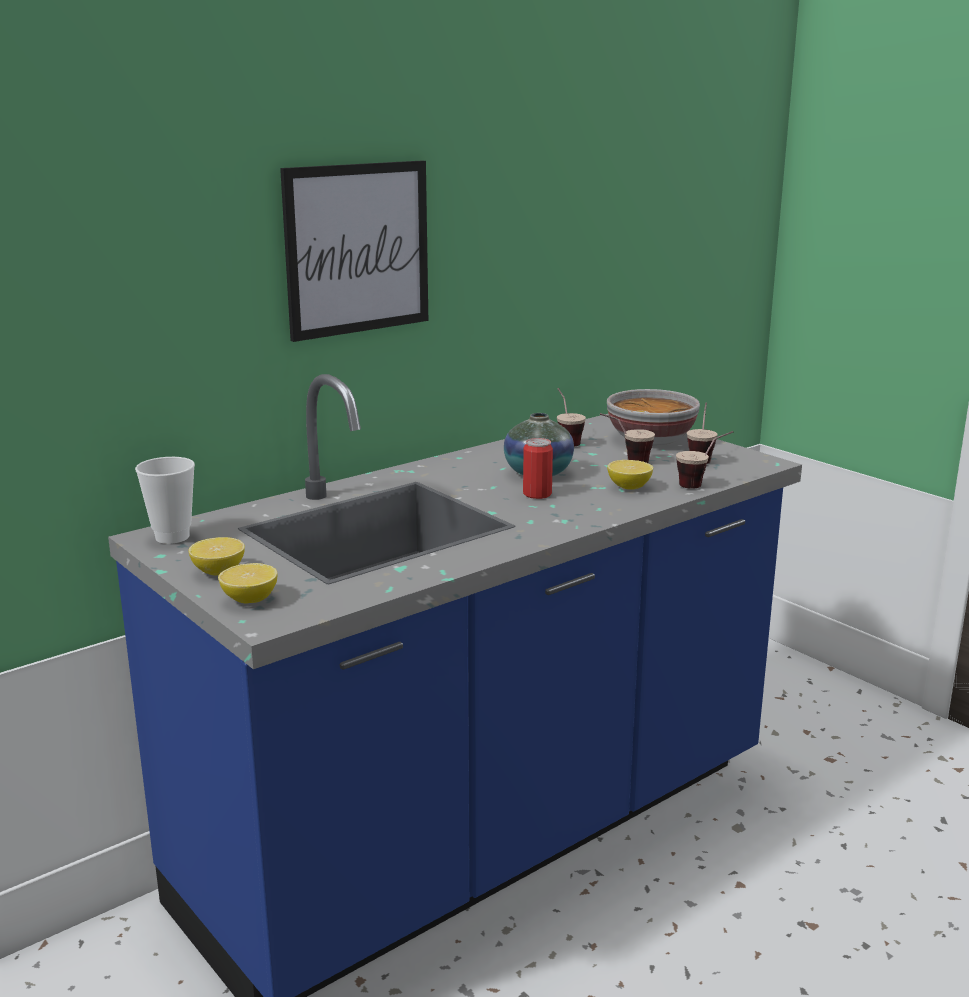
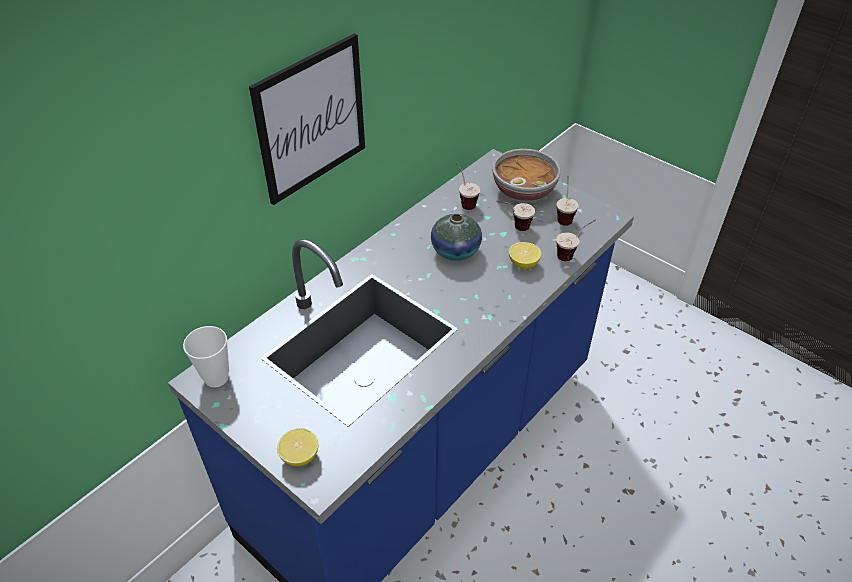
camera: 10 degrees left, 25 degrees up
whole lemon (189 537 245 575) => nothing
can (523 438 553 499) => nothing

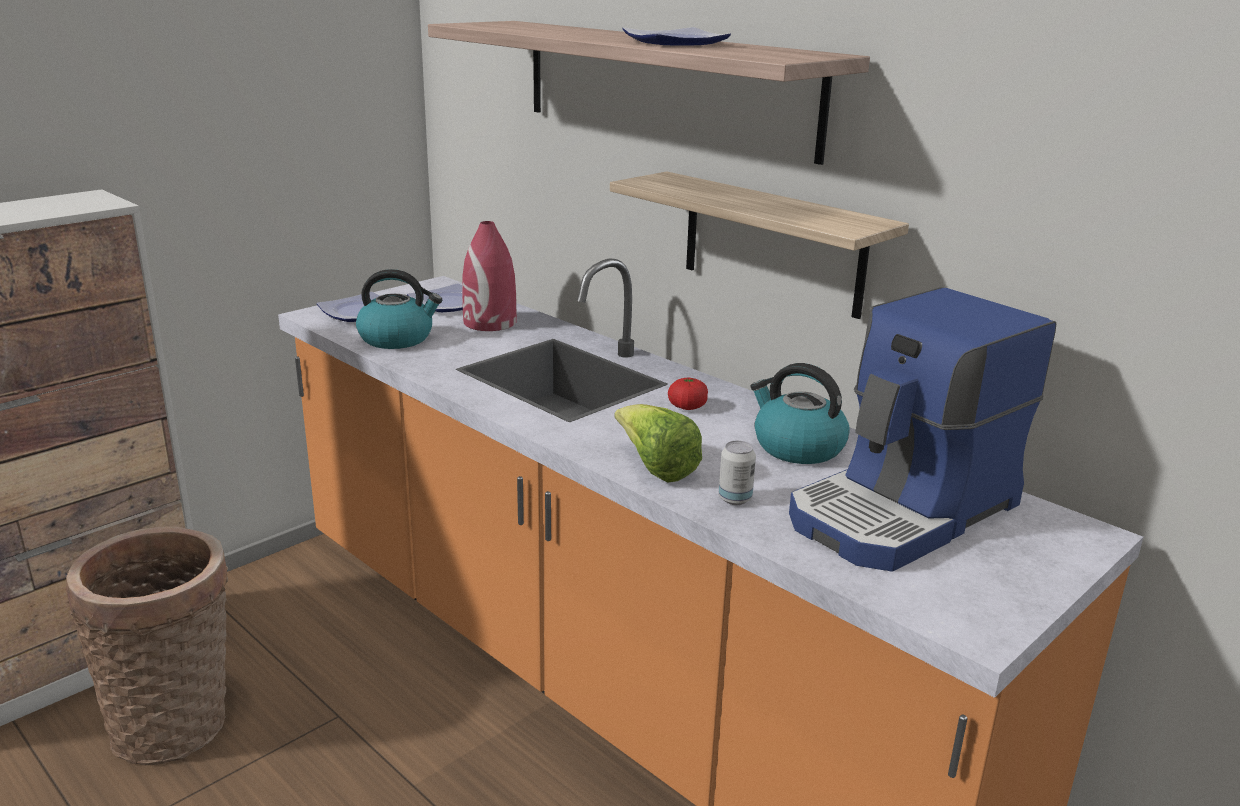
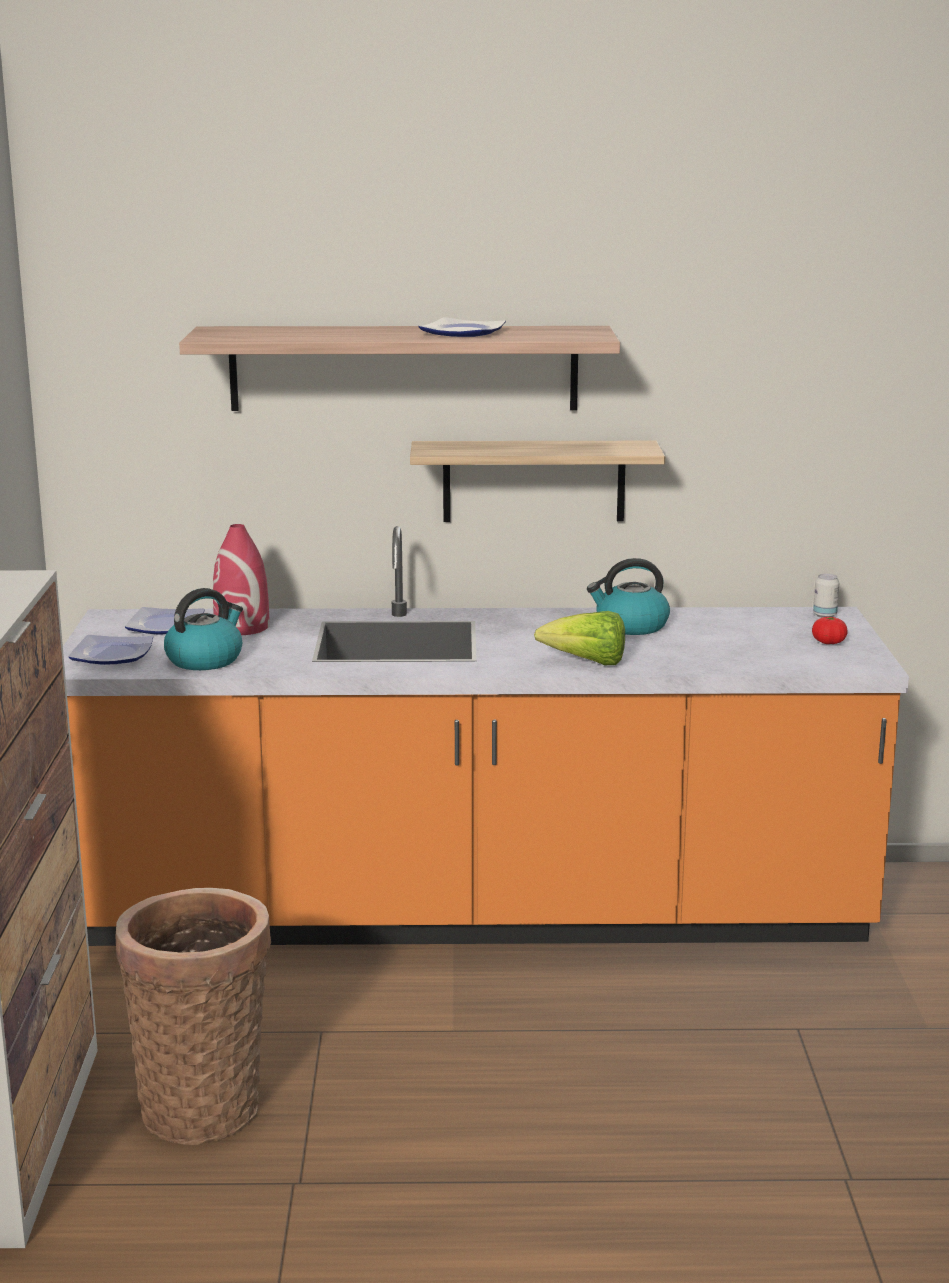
camera: 45 degrees left, 5 degrees down
fresh tomato (668 378 708 410) => fresh tomato (812 617 848 644), shifted
can (718 441 756 505) => can (813 574 839 618), shifted
coffee machine (789 287 1056 571) => nothing

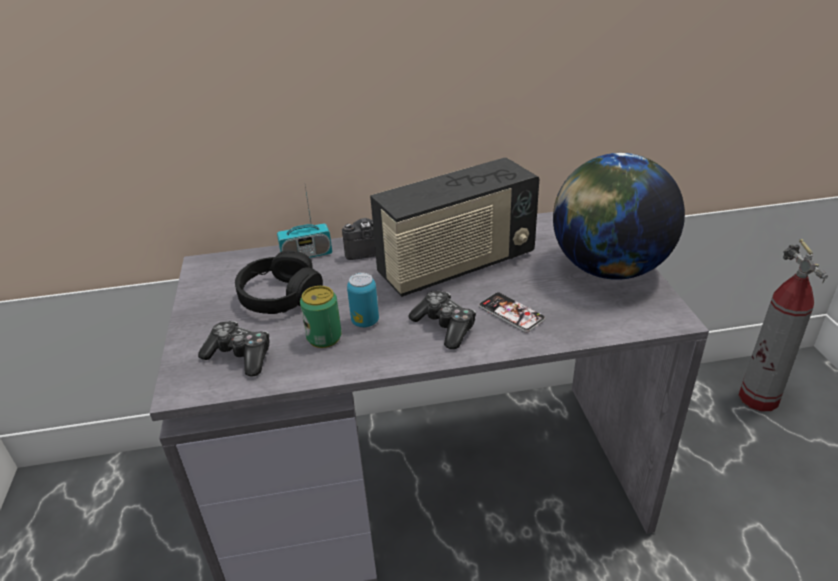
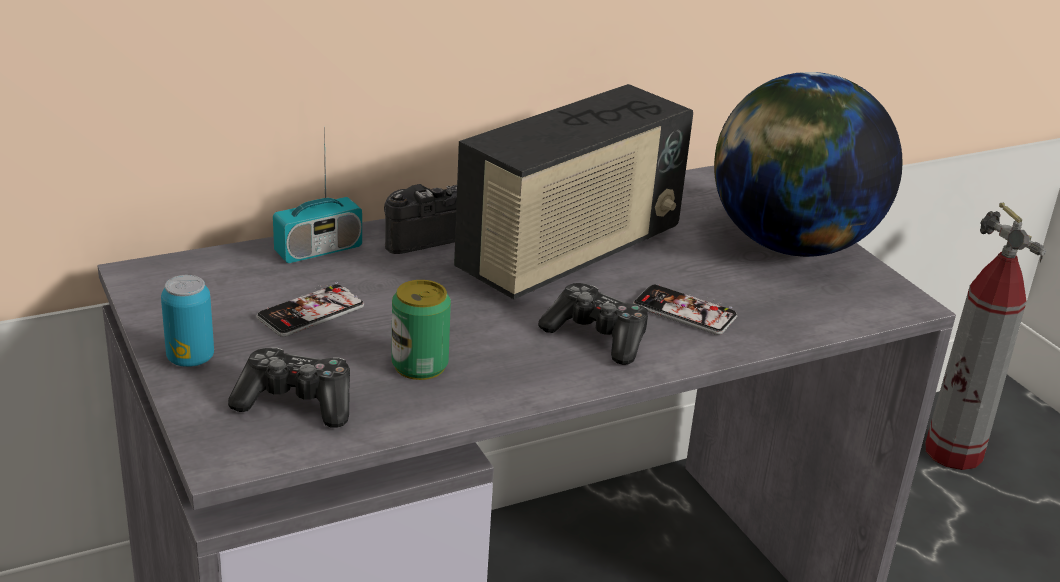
camera: 20 degrees left, 5 degrees down
blackish pair of headphones (235 251 323 314) => telephone (256 282 364 337)
can (347 273 379 327) => can (161 275 214 367), shifted

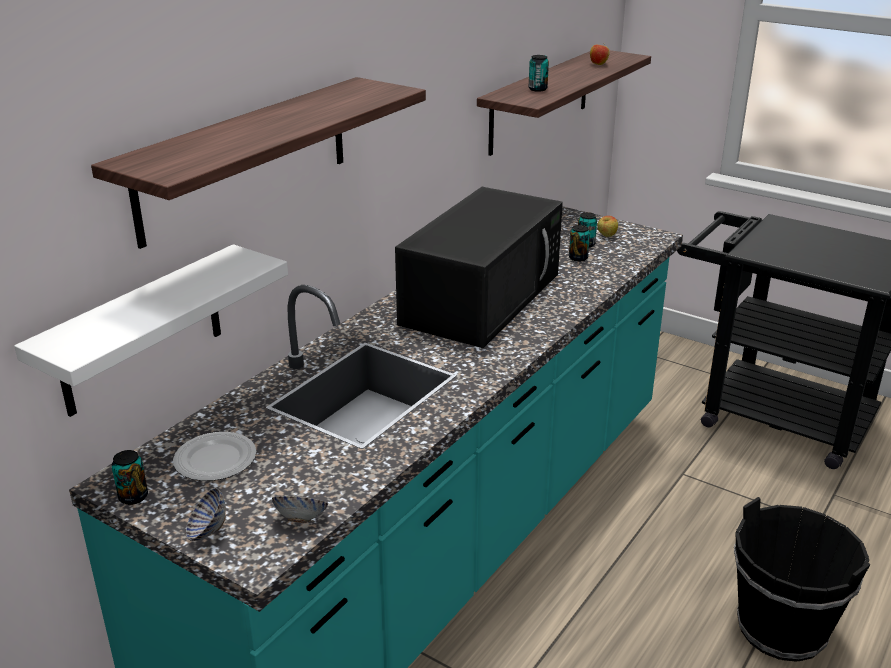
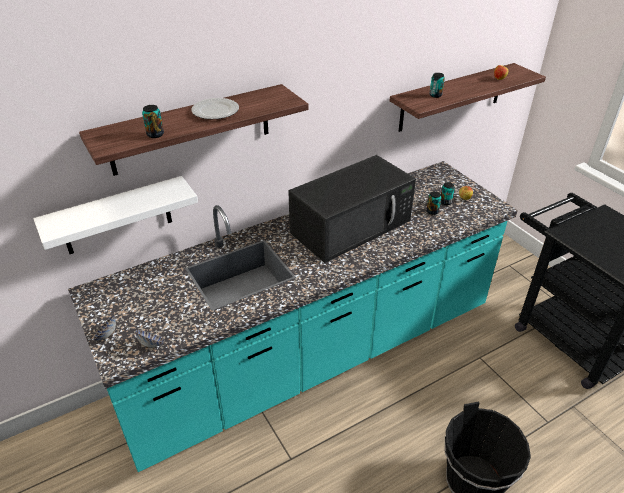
camera: 25 degrees right, 10 degrees up
can (111 450 148 505) => can (142 105 164 138), shifted
plate (173 432 256 481) => plate (191 98 239 119), shifted

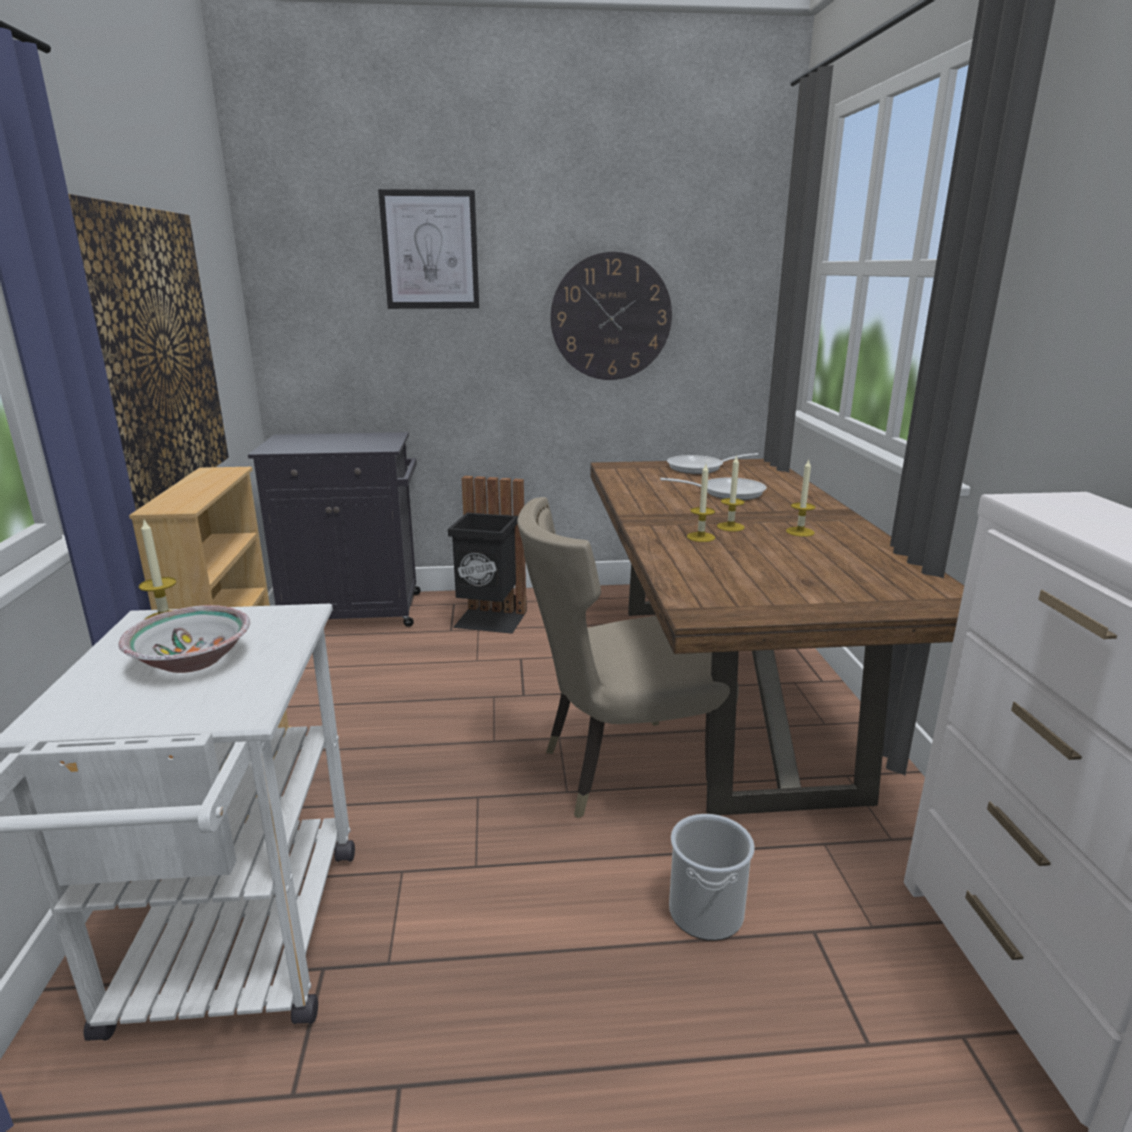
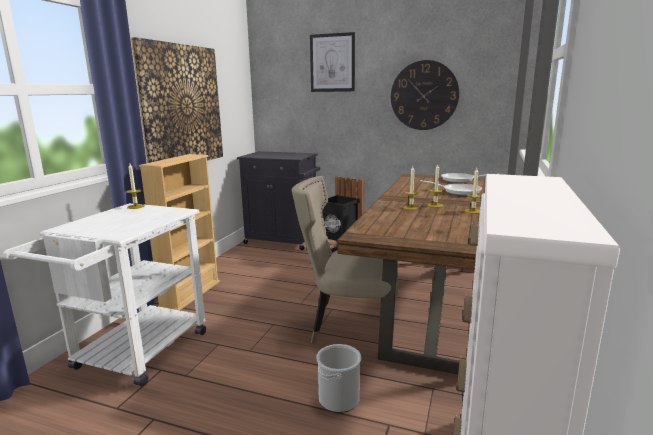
camera: 25 degrees right, 5 degrees down
serving bowl (118 605 250 673) => nothing

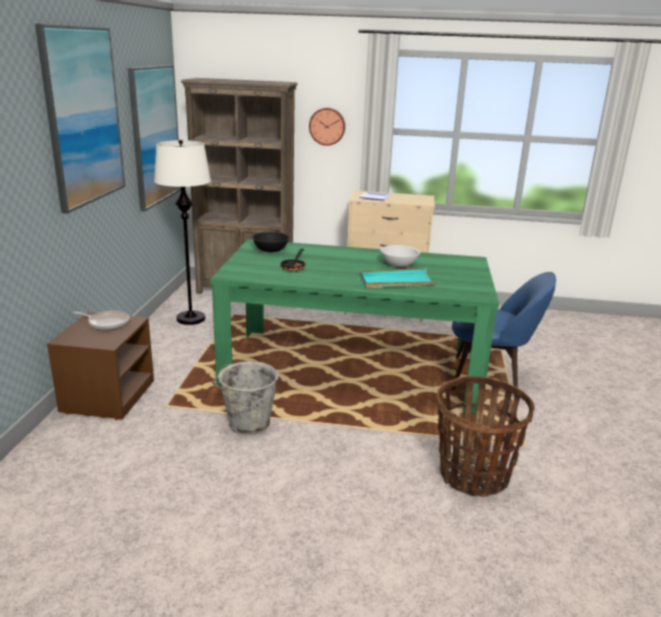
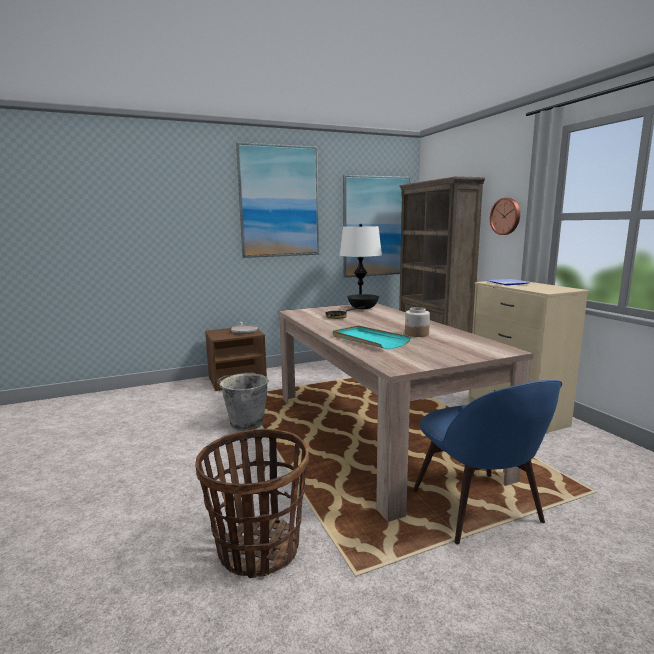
camera: 60 degrees right, 10 degrees down
greenish dinner table (210 239 499 413) => sand-coloured dinner table (278 303 534 522)
white serving bowl (381 245 420 267) => preserve jar (405 307 430 337)

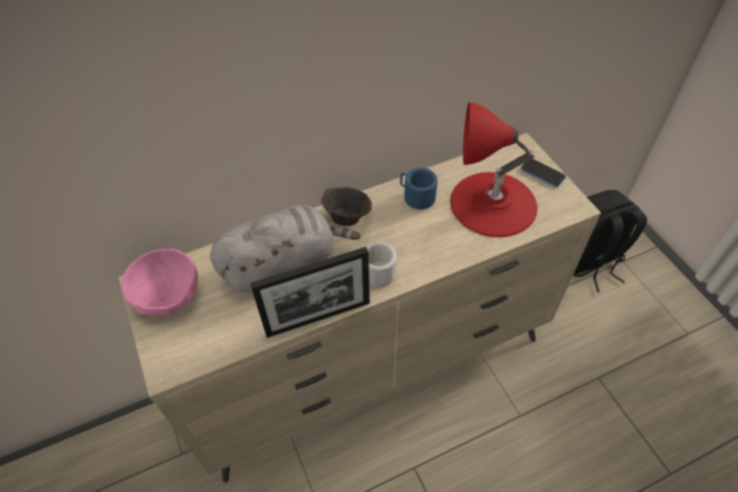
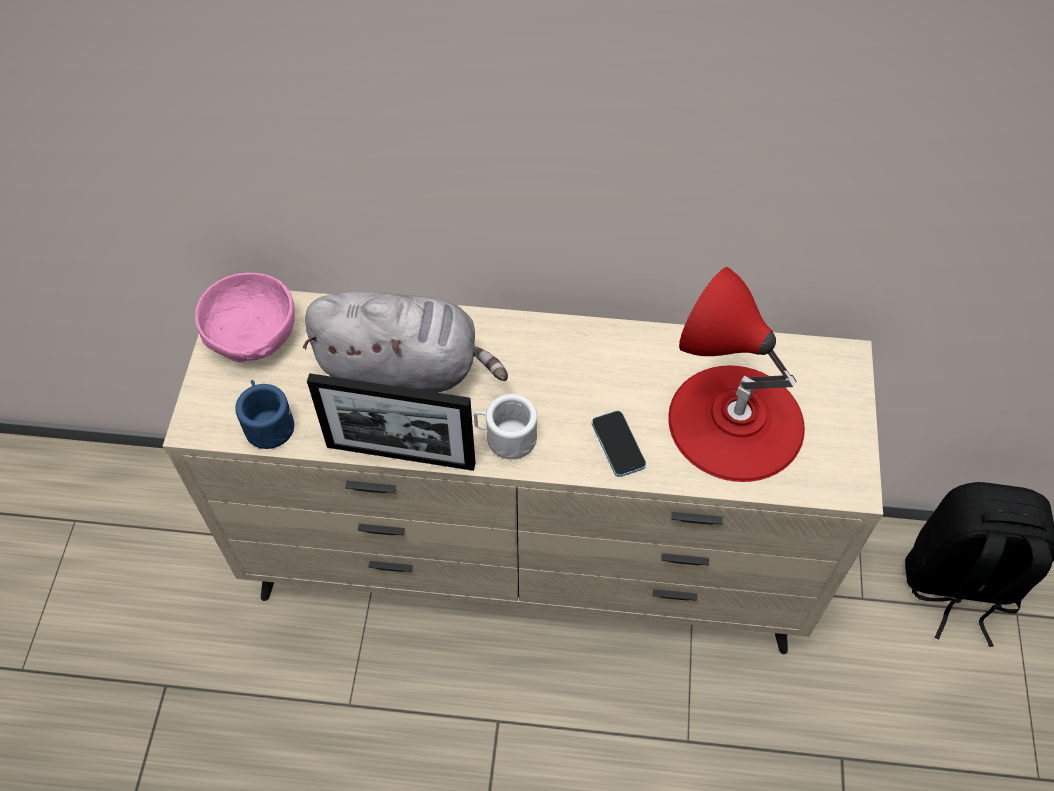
camera: 30 degrees right, 5 degrees up
brown-coloured serving bowl (321 187 372 226) => nothing
blue mug (400 168 438 210) => blue mug (235 380 294 449), shifted
telephone (520 158 566 188) => telephone (592 411 646 477), shifted

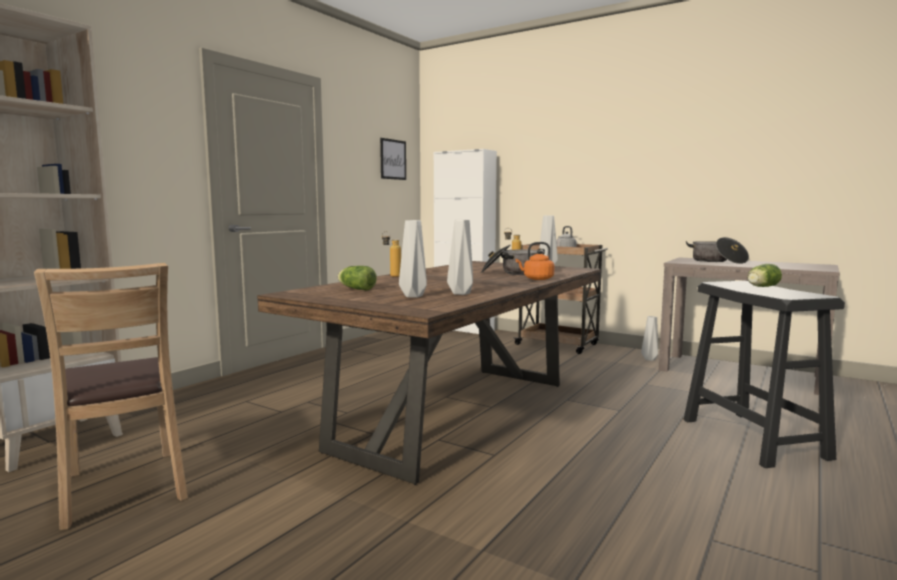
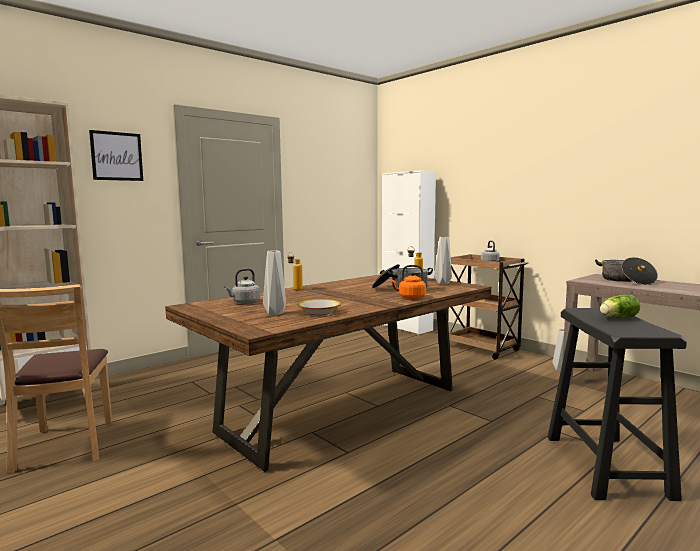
camera: 15 degrees right, 0 degrees up
lettuce head (338 266 377 290) => grey tea kettle (224 268 260 304)
picture (380 138 406 180) => picture (89 130 143 181), shifted
grey decorative vase (447 220 473 295) => serving bowl (298 299 341 315)

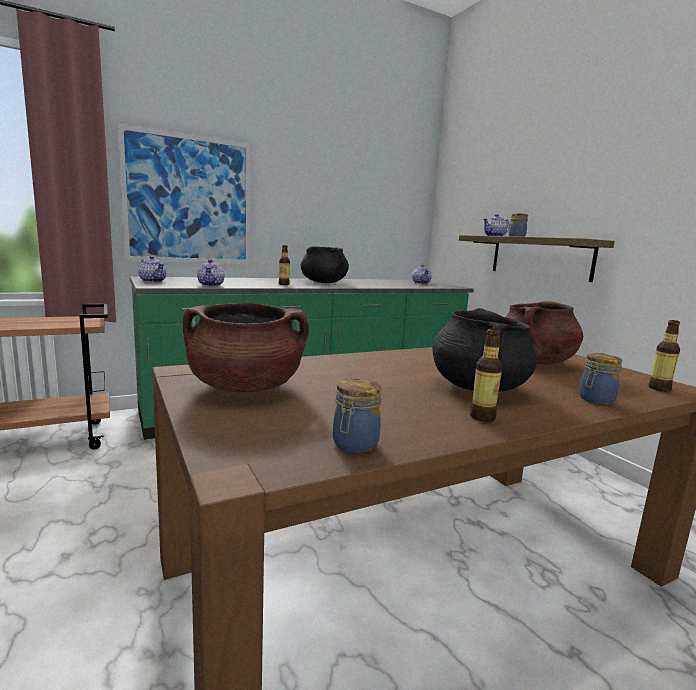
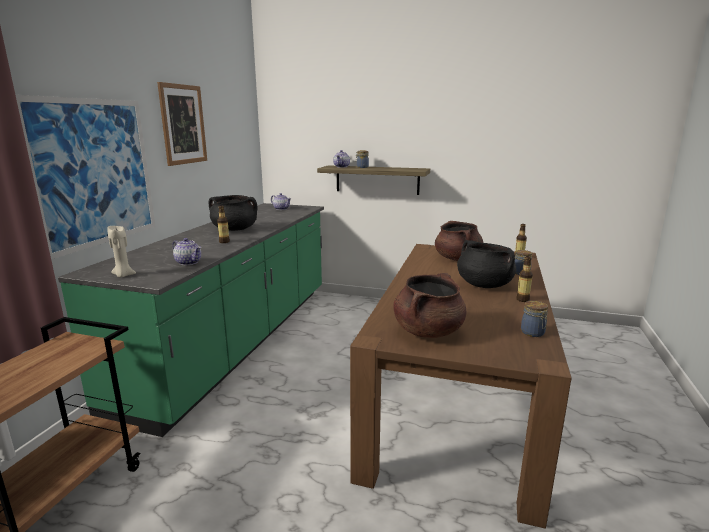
camera: 45 degrees left, 5 degrees up
tea pot (138 256 166 282) => sand-coloured wax light (107 226 136 277)
nothing => picture (157 82 207 166)

